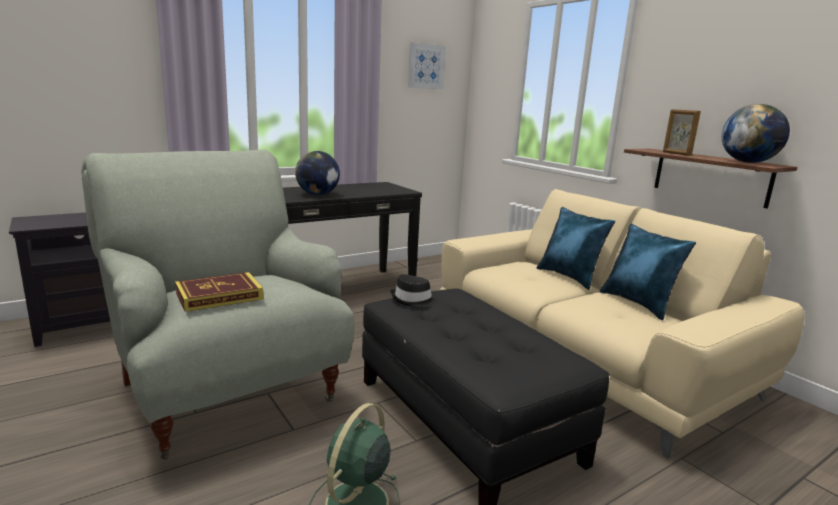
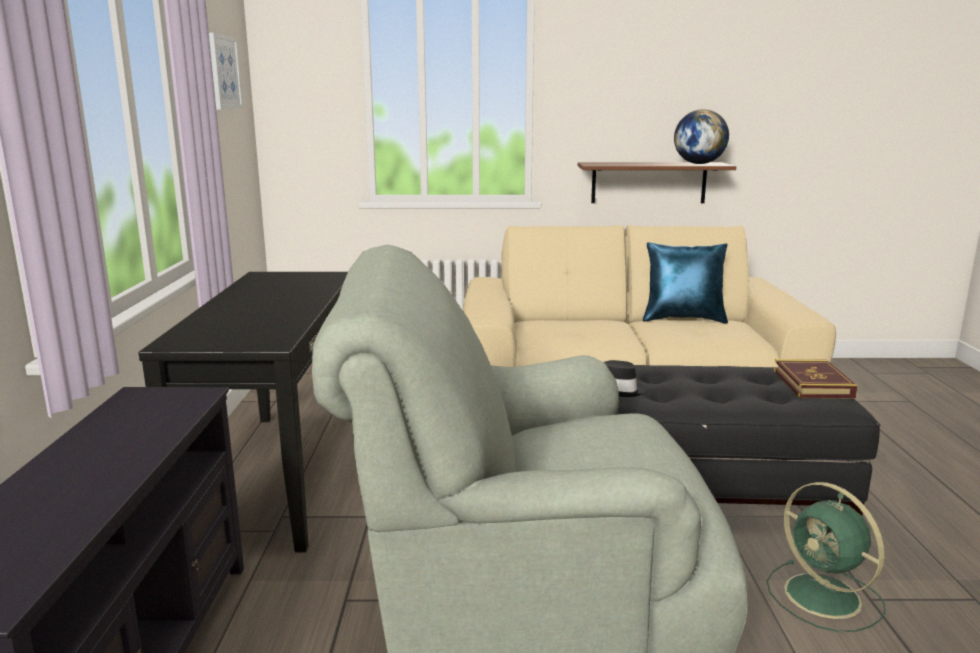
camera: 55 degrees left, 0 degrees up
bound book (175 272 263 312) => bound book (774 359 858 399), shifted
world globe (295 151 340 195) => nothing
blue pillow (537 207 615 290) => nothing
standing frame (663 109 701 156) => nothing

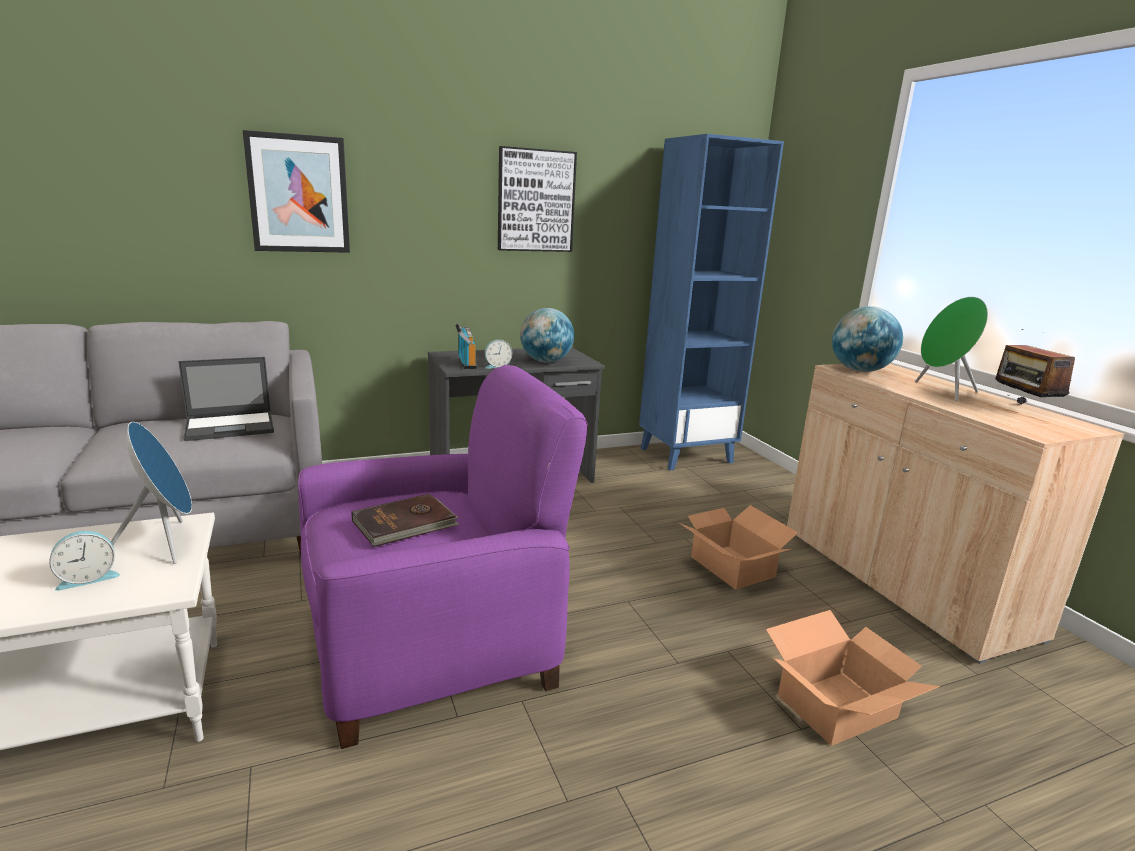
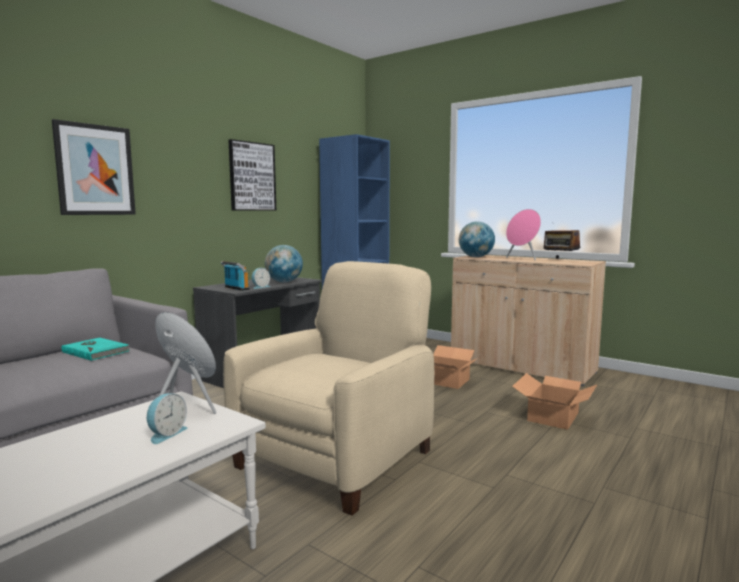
camera: 30 degrees left, 10 degrees down
notebook computer (178 357 274 441) => turquoise bound book (62 338 130 361)
purple-coloured armchair (298 365 587 749) => sand-coloured armchair (223 261 434 516)
brown-coloured bound book (351 494 459 547) => nothing
greenish audio speaker (915 297 988 401) => pink-coloured audio speaker (506 209 541 260)

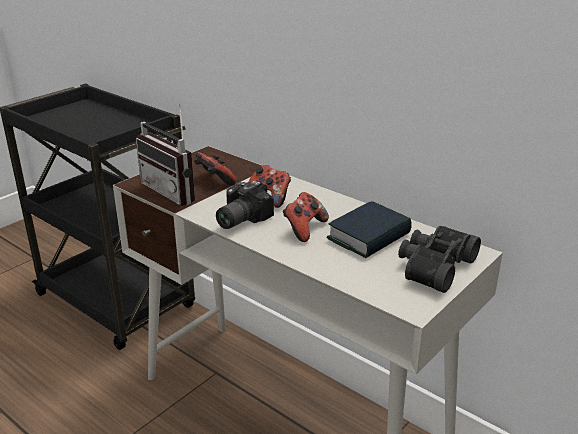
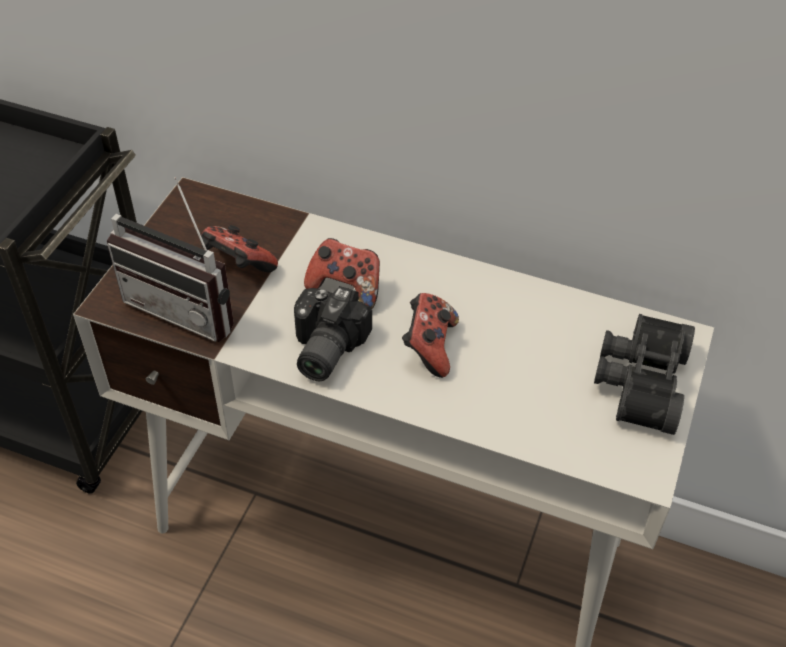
camera: 20 degrees left, 20 degrees up
bound book (326 201 412 258) => nothing

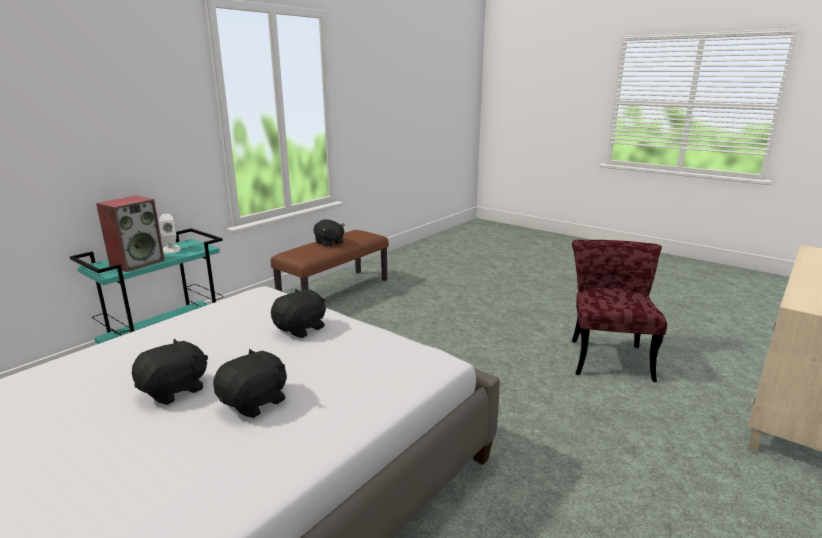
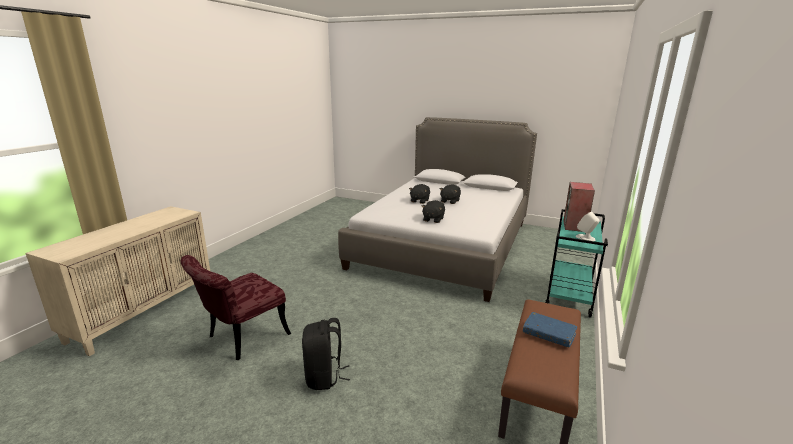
camera: 165 degrees right, 0 degrees up
blackish soft toy (314 219 345 247) => blue bound book (523 312 577 348)
reddish plain chair (572 240 667 382) => reddish plain chair (181 255 291 360), 45 degrees clockwise
nothing => blackish rucksack (302 318 350 390)

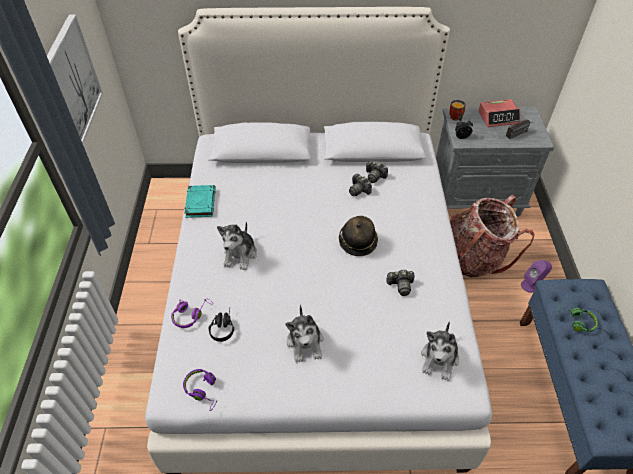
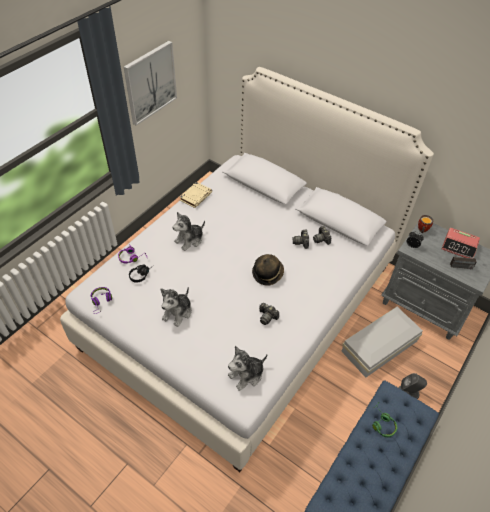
camera: 35 degrees right, 0 degrees up
turquoise bound book (184 185 216 218) => sand-coloured bound book (180 182 212 208)
rucksack (450 195 535 277) => white storage bin (342 307 423 378)
purple-coloured audio speaker (521 260 552 293) => grey audio speaker (398 373 427 399)

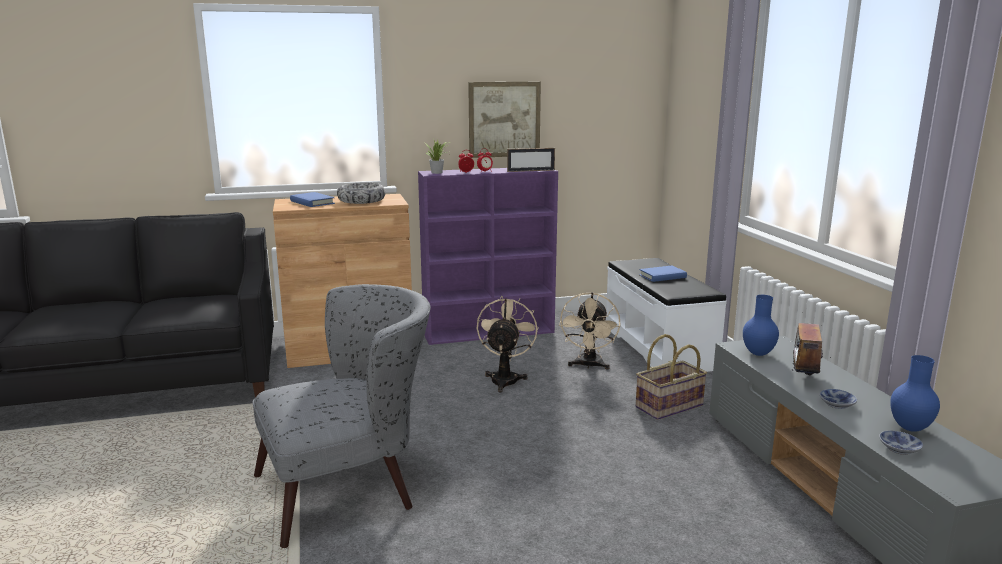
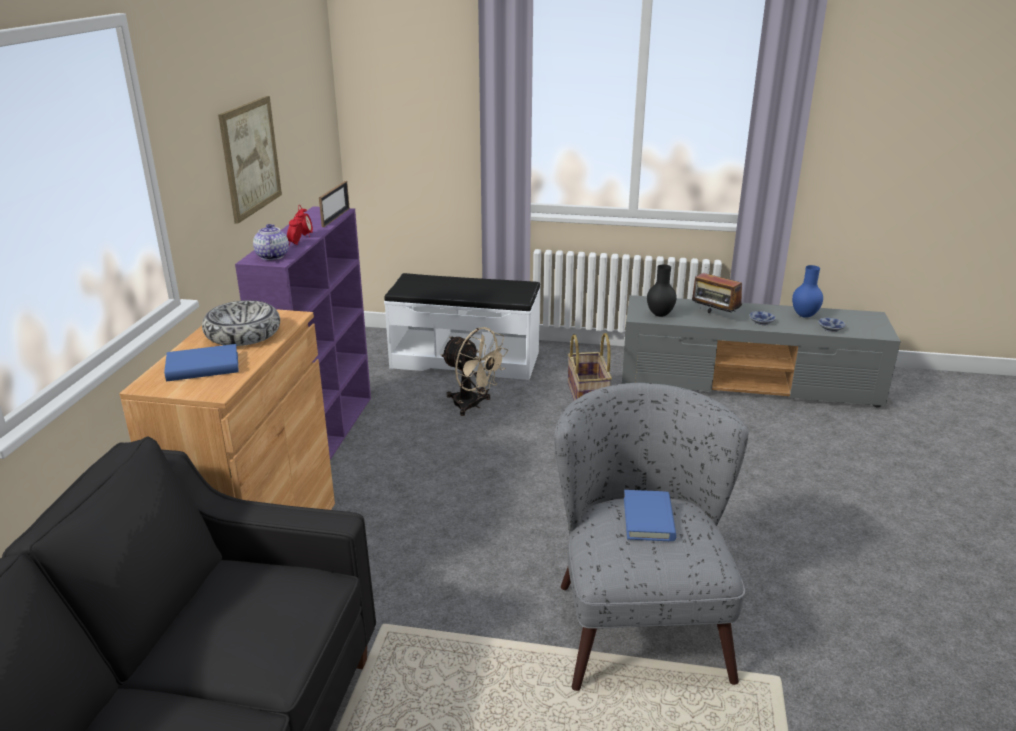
camera: 65 degrees left, 10 degrees up
plant in a pot (423 140 451 174) => tea pot (253 224 289 260)
sand-coloured cooling fan (477 296 539 393) => nothing
blue bound book (639 266 687 282) => blue bound book (624 490 676 541), shifted
blue decorative vase (743 295 779 356) => blackish decorative vase (647 265 677 317)

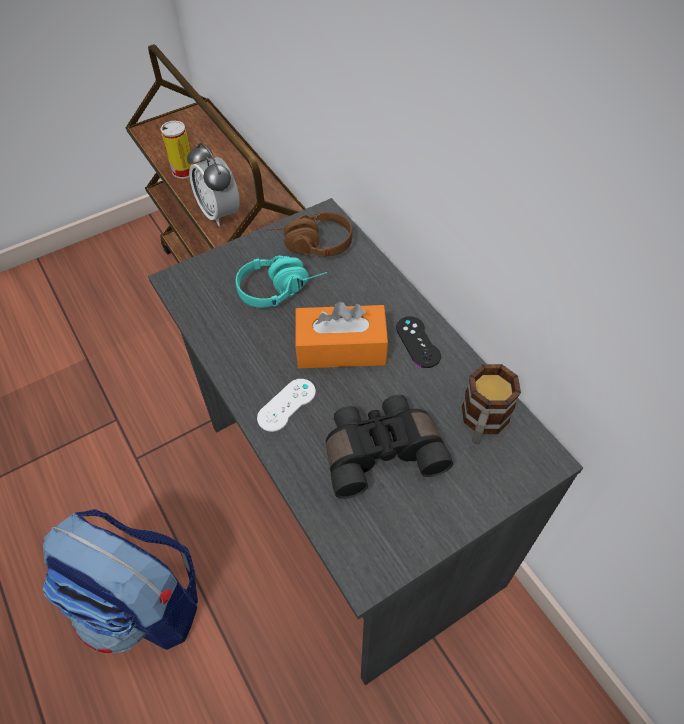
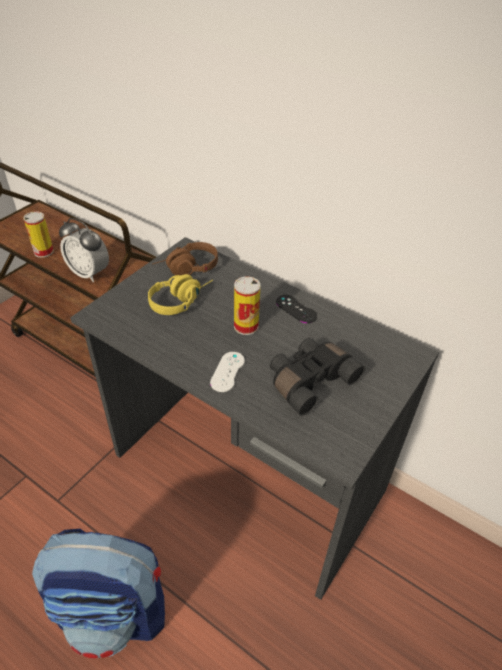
camera: 25 degrees left, 10 degrees down
turquoise pair of headphones (236 256 327 308) => yellowish pair of headphones (148 274 213 315)
orange-coloured tissue box (295 302 388 368) => can (234 276 260 335)
mug (462 364 521 444) => nothing

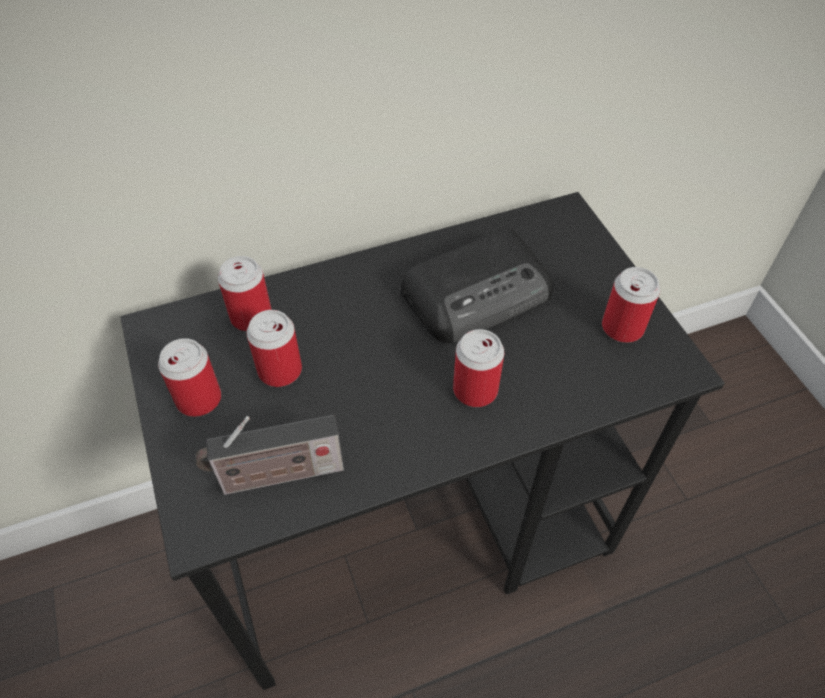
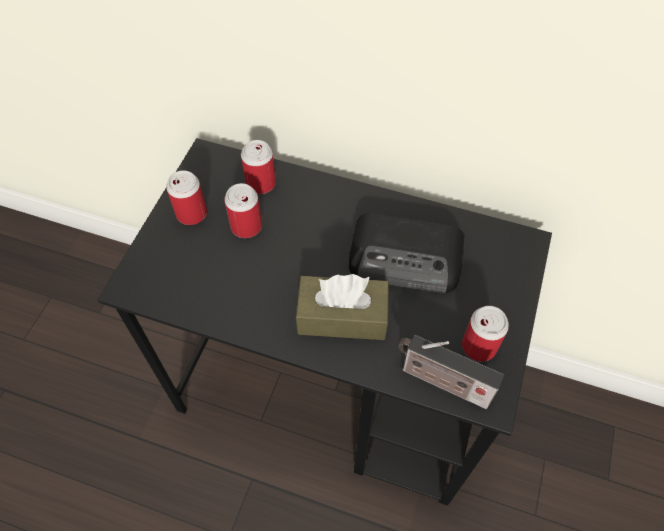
camera: 40 degrees right, 5 degrees up
radio set (196 415 345 495) => radio set (399 335 504 409), shifted
can (453 329 504 407) => brown-coloured tissue box (296 274 389 340)

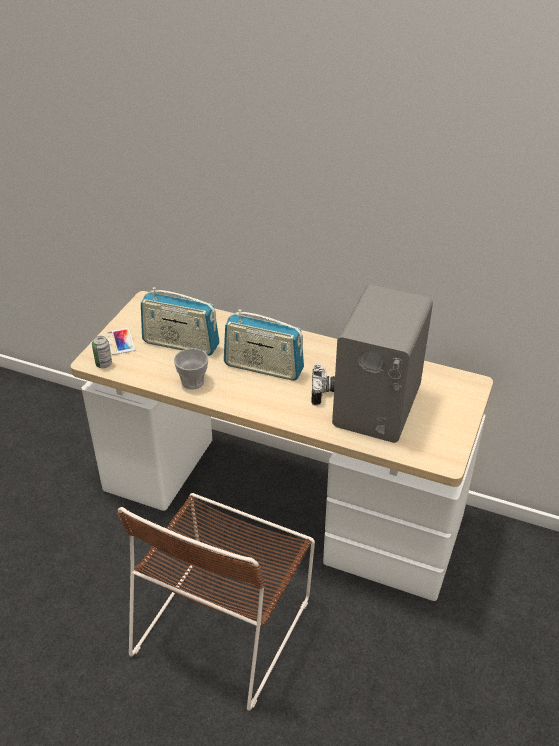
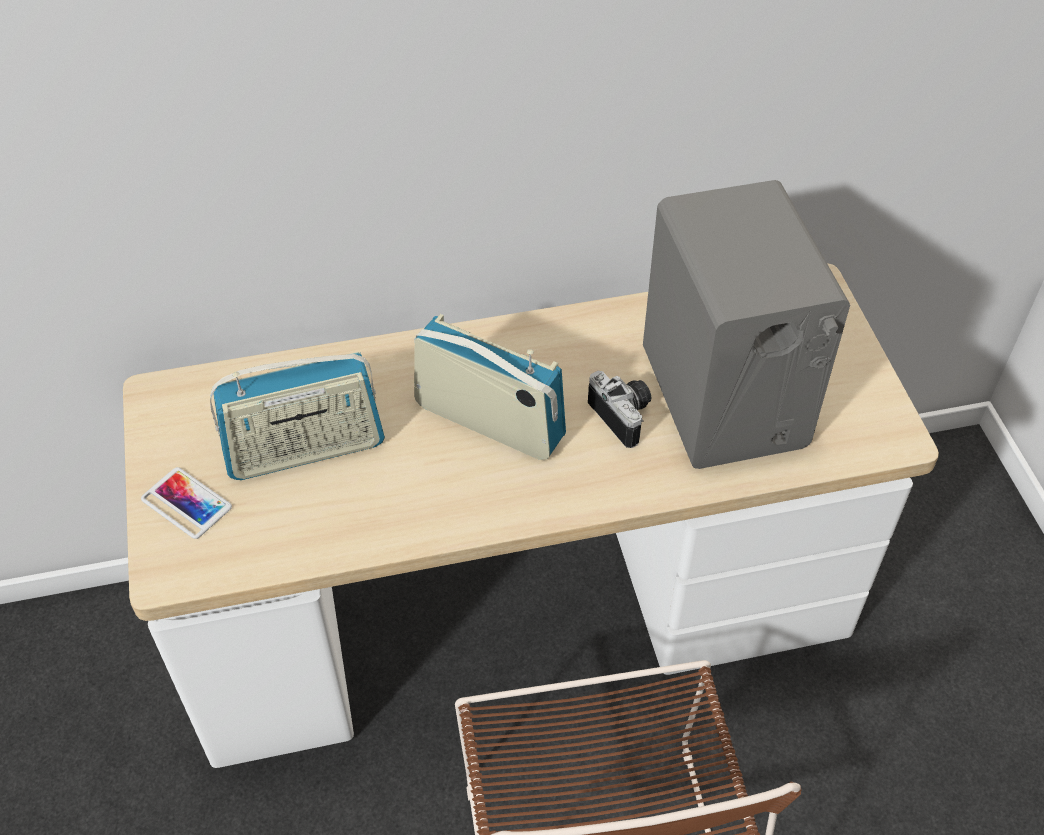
camera: 35 degrees left, 10 degrees up
can (92 336 112 368) => nothing
small cup (174 348 208 389) => nothing
radio set (224 309 304 381) => radio set (414 314 566 460), 135 degrees counterclockwise

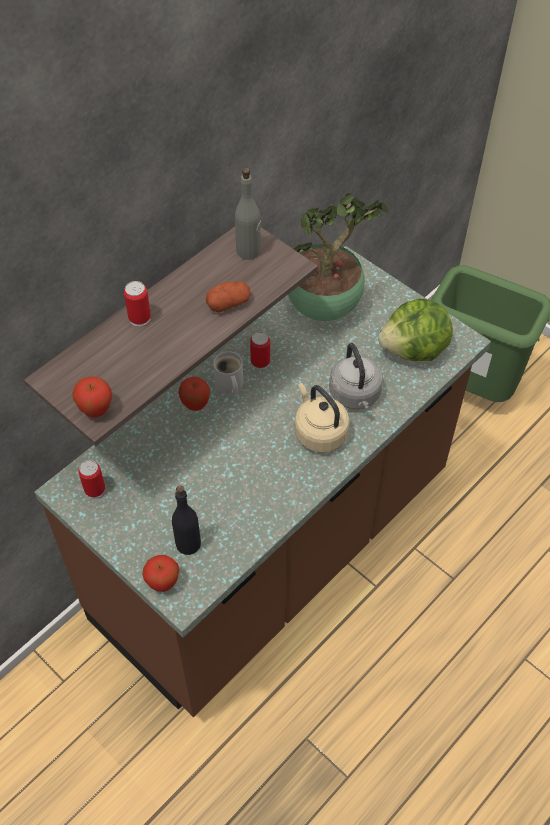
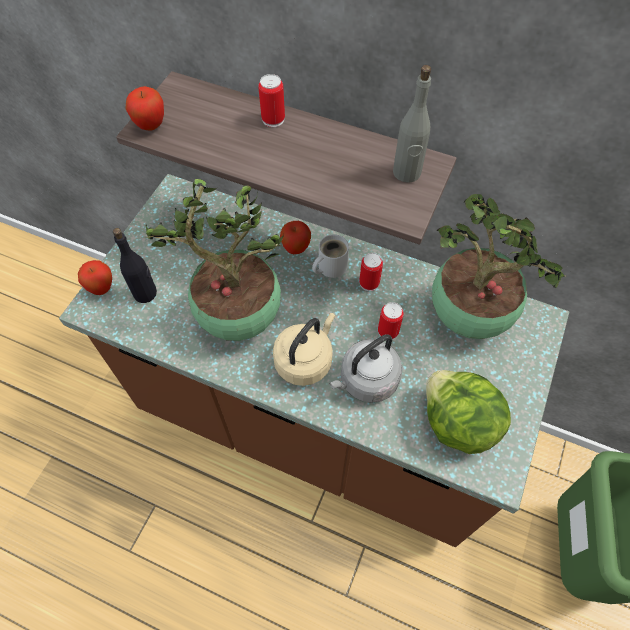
camera: 70 degrees right, 5 degrees up
can (78 460 105 499) => can (378 302 404 340), shifted
potato (206 281 251 312) => nothing
nothing => plant in a pot (146 179 284 341)

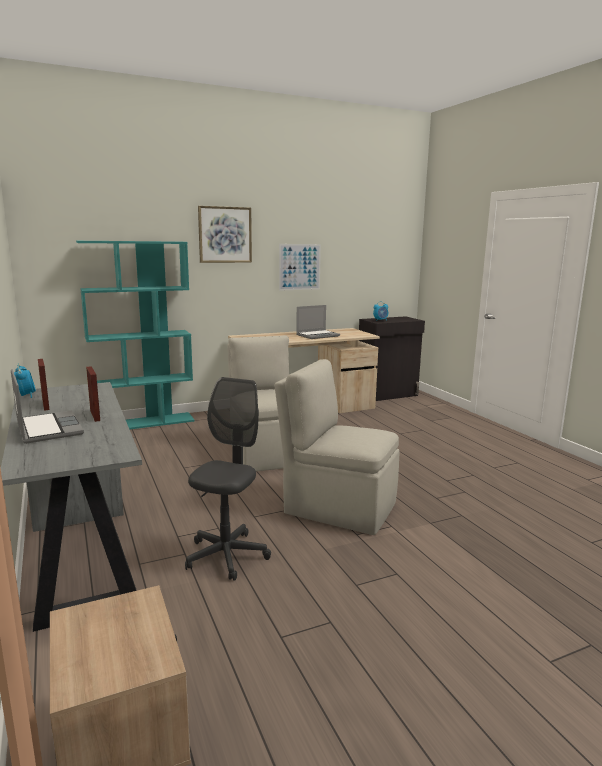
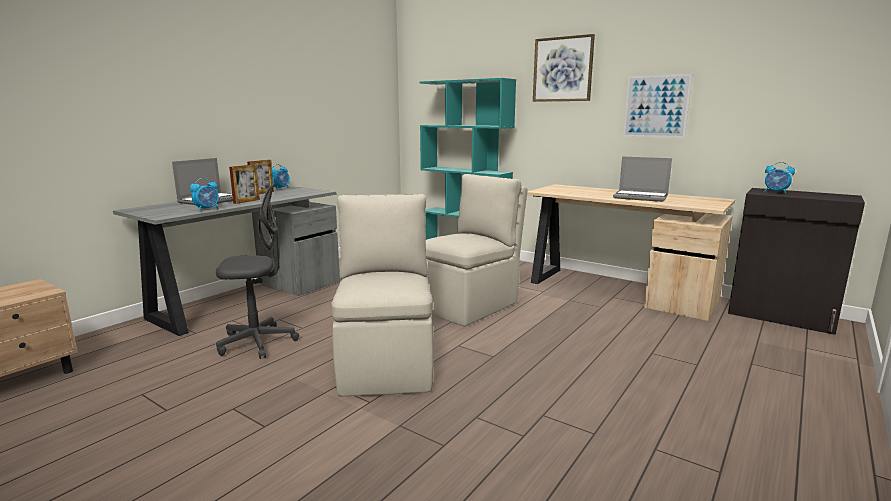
camera: 60 degrees right, 0 degrees up
nothing => bedside clock (190 178 219 211)

